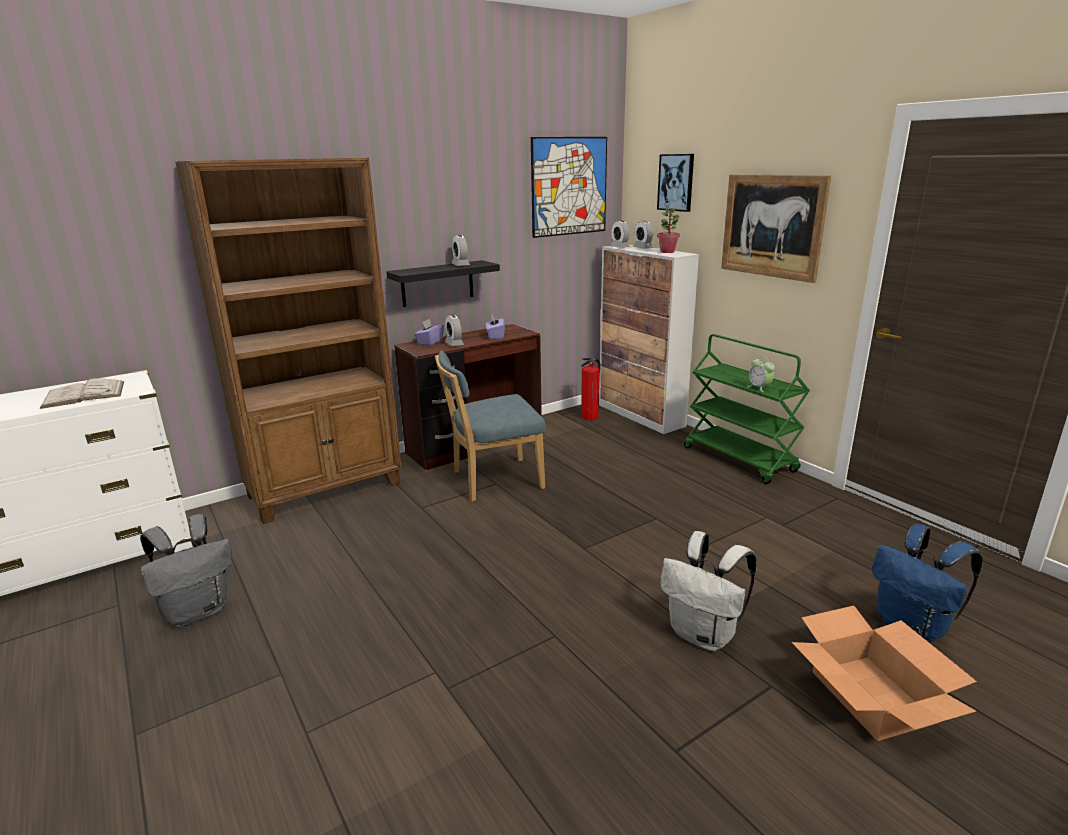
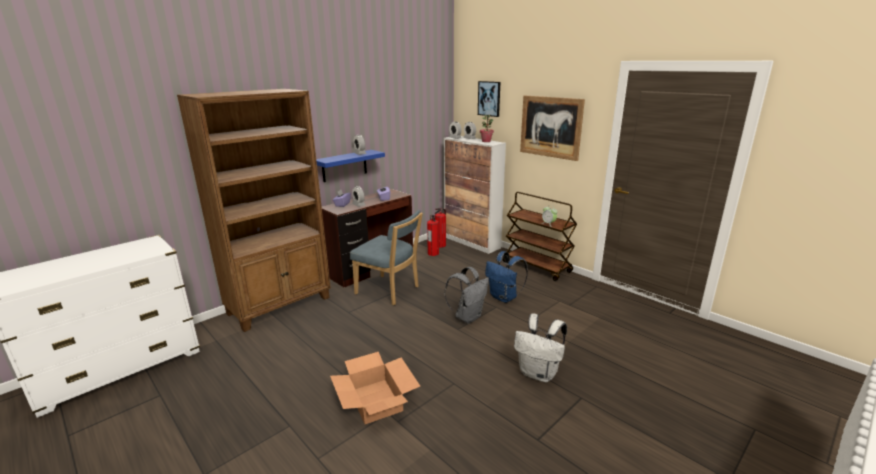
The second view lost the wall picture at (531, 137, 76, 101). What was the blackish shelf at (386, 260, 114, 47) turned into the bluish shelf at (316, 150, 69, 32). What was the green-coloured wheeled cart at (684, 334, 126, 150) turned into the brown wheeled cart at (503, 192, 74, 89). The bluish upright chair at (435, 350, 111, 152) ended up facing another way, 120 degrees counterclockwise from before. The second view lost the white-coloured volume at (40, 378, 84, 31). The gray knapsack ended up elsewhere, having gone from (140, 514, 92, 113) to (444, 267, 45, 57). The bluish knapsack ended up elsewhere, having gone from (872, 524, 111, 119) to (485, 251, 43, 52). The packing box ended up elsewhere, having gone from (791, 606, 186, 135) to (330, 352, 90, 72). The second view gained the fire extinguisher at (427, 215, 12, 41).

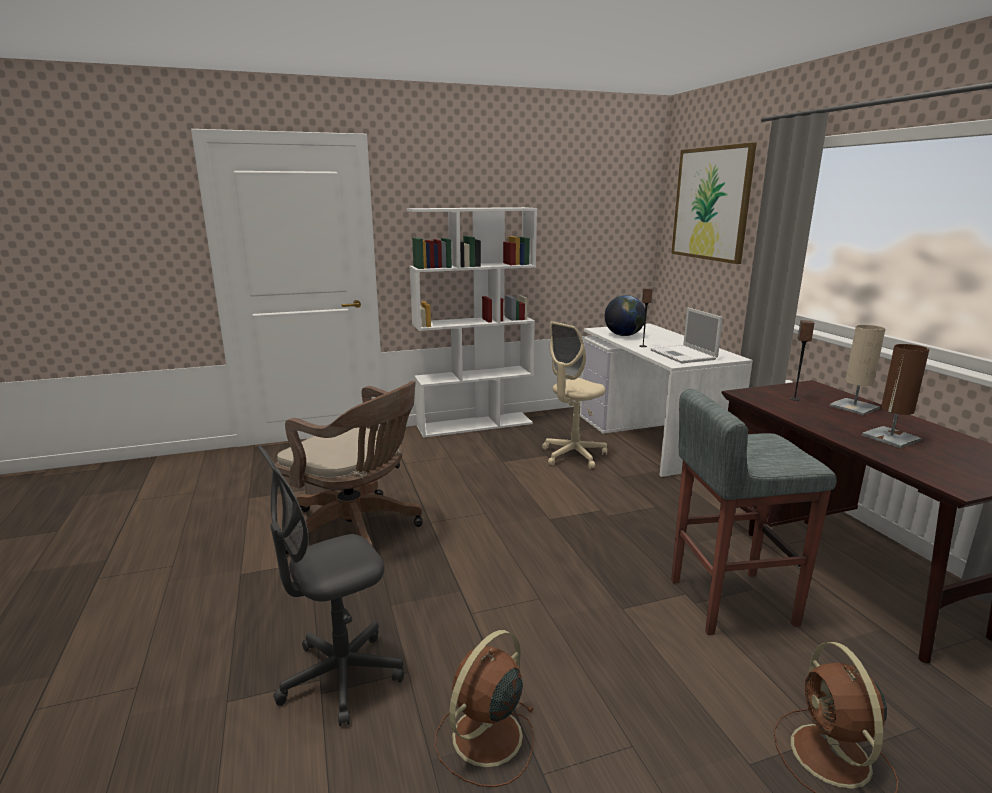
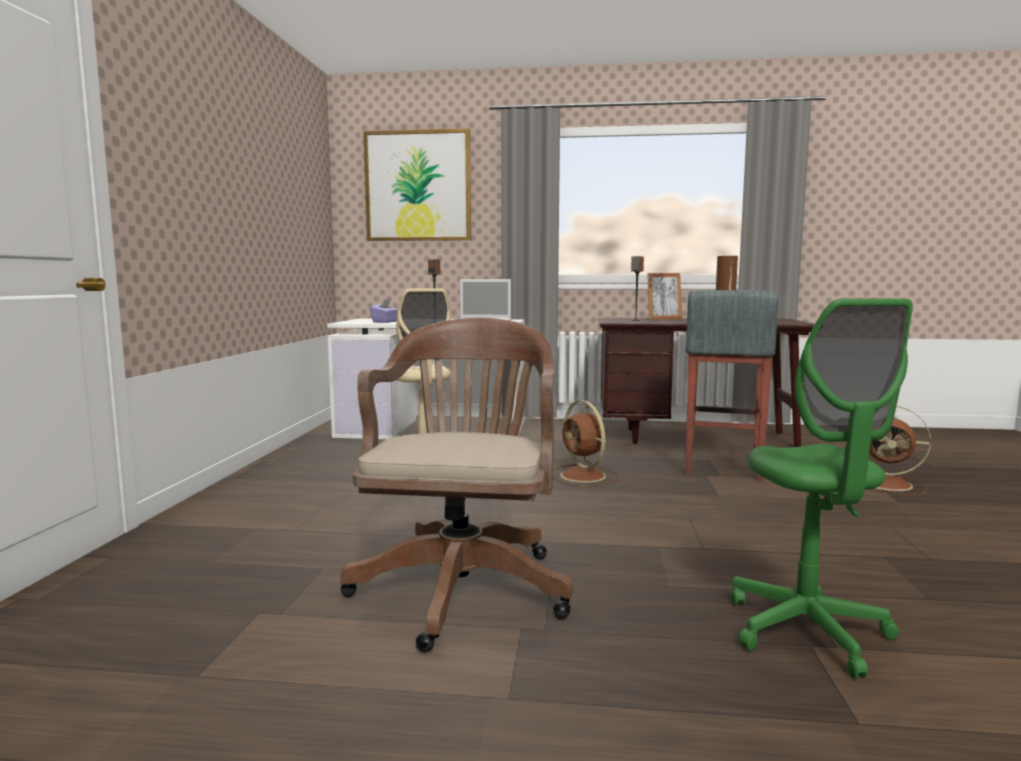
The second view lost the white-coloured bookshelf at (407, 207, 130, 231). Where the world globe stood at (605, 295, 40, 41), the purple-coloured tissue box came to stand at (370, 299, 28, 24). Where the beige-coloured tabletop lamp stood at (830, 325, 56, 90), the standing frame came to stand at (647, 273, 35, 47). The brown desk chair at (275, 381, 148, 173) ended up facing another way, 45 degrees counterclockwise from before. What was the gray desk chair at (258, 445, 146, 281) turned into the green-coloured desk chair at (731, 298, 182, 381). The brown cooling fan ended up elsewhere, having gone from (434, 630, 101, 157) to (553, 400, 67, 87).

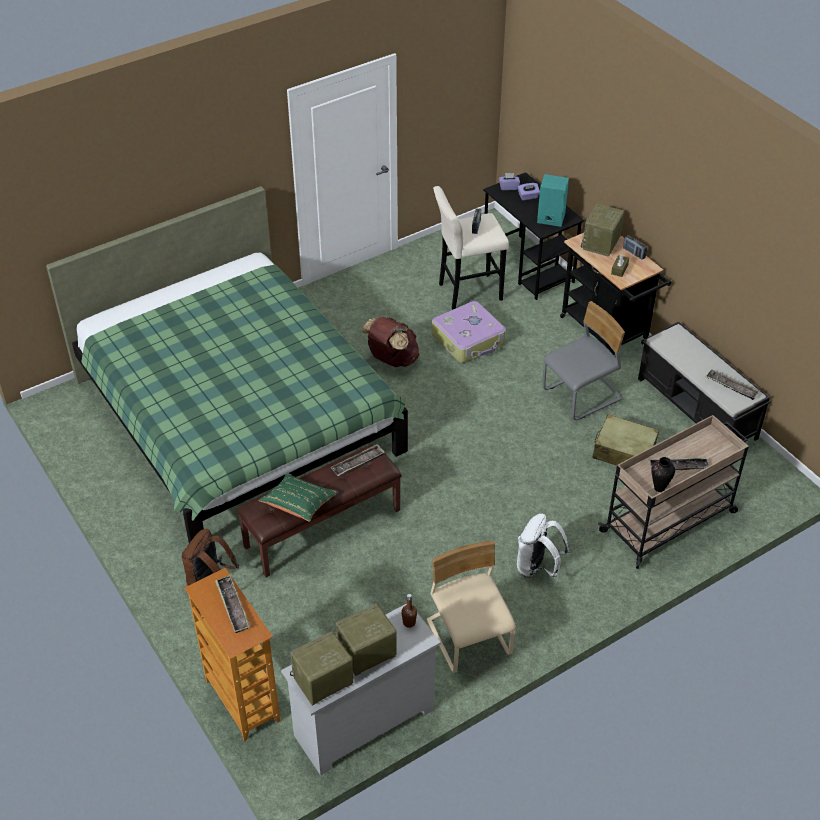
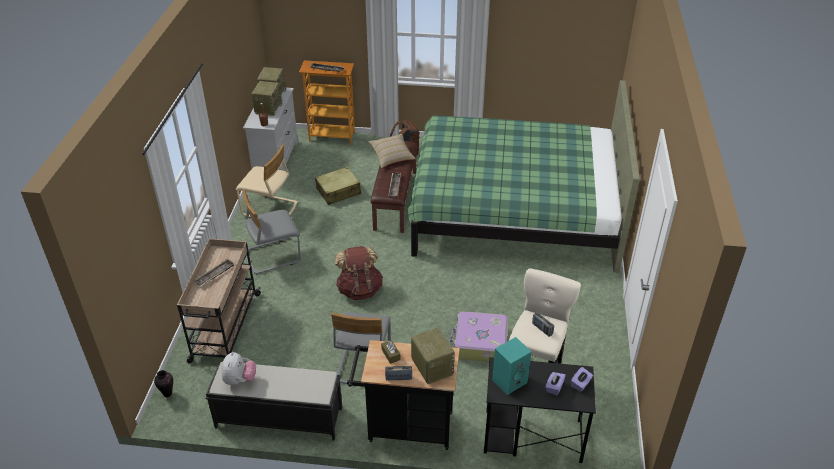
The brown knapsack ended up elsewhere, having gone from (360, 317, 59, 50) to (335, 246, 48, 54). Where the carrying tray stood at (706, 369, 54, 31), the plush toy came to stand at (222, 352, 34, 33). The beige-coloured travel case ended up elsewhere, having gone from (592, 414, 67, 52) to (315, 167, 46, 38). The flower vase ended up elsewhere, having gone from (651, 457, 24, 35) to (154, 370, 19, 27). What was the green-coloured pillow at (258, 473, 81, 49) turned into the beige-coloured pillow at (368, 134, 48, 34). Where the white-coloured knapsack stood at (517, 514, 52, 64), the gray upright chair came to stand at (242, 190, 59, 85).

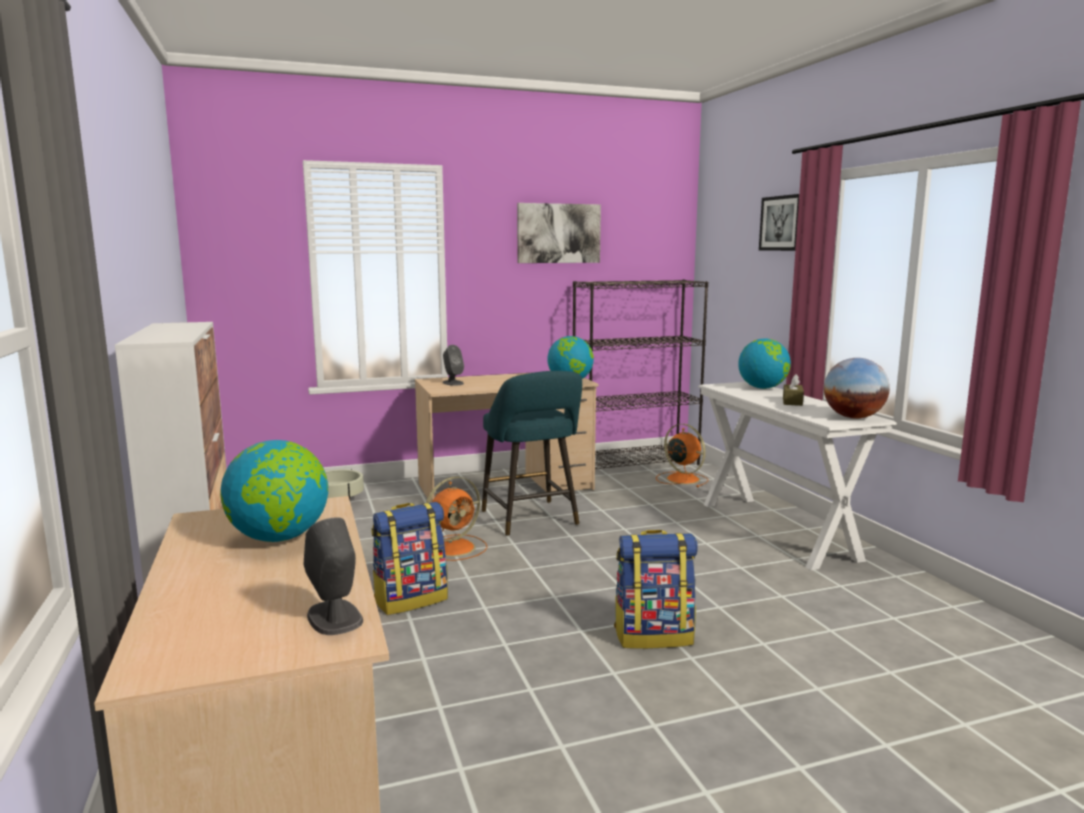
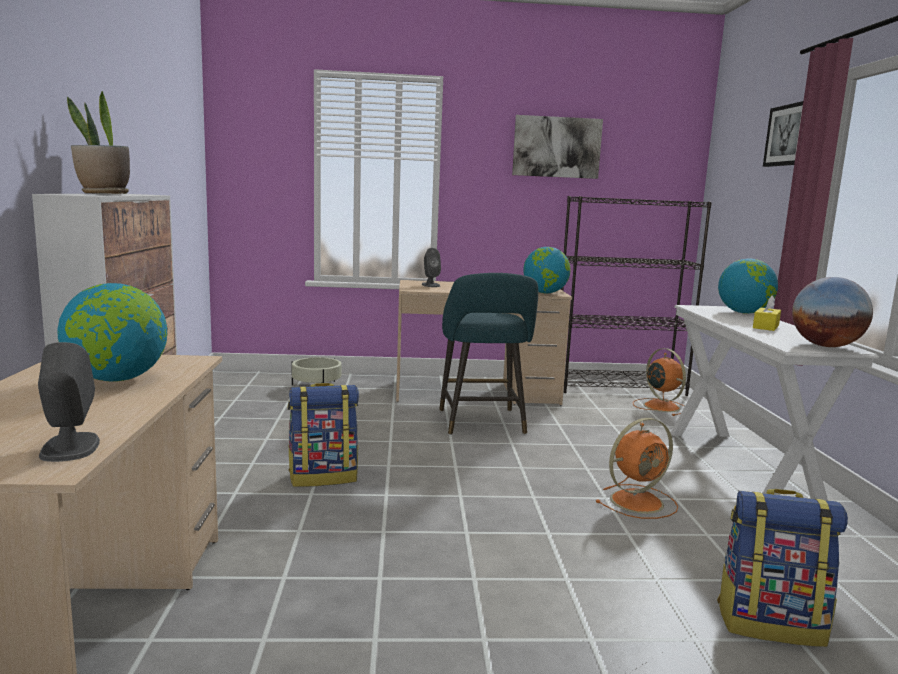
What was the brown tissue box at (783, 374, 21, 32) turned into the yellow tissue box at (753, 296, 28, 35). The orange-coloured cooling fan ended up elsewhere, having gone from (426, 477, 61, 84) to (595, 418, 83, 101). The knapsack ended up elsewhere, having gone from (614, 530, 84, 119) to (717, 489, 131, 158). The second view gained the plant in a pot at (67, 91, 63, 103).

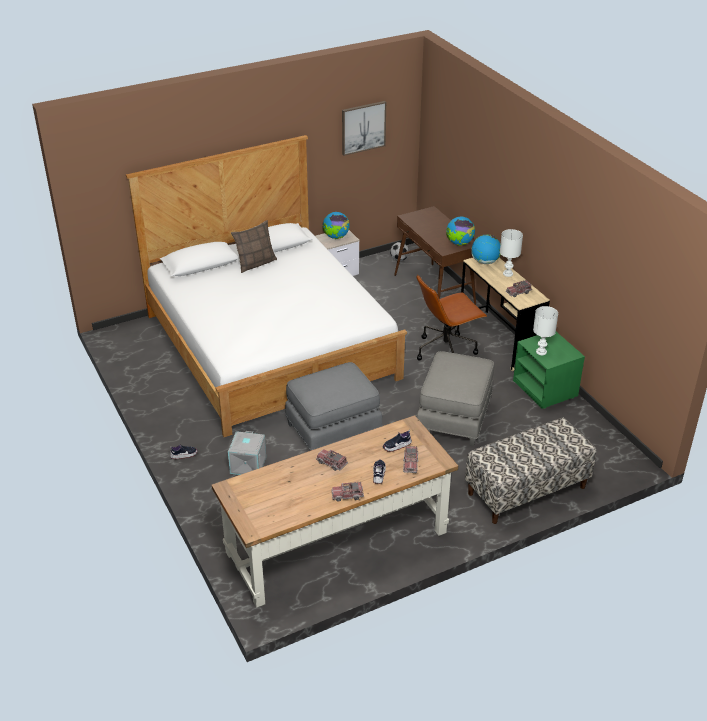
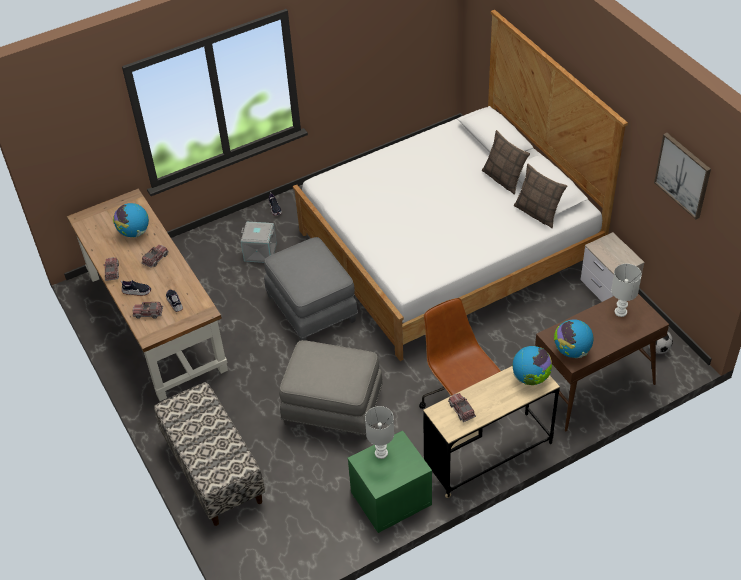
The world globe ended up elsewhere, having gone from (323, 212, 27, 27) to (113, 203, 36, 35). The white-coloured tabletop lamp ended up elsewhere, having gone from (500, 229, 23, 48) to (611, 264, 31, 53). The second view gained the pillow at (514, 164, 53, 64).

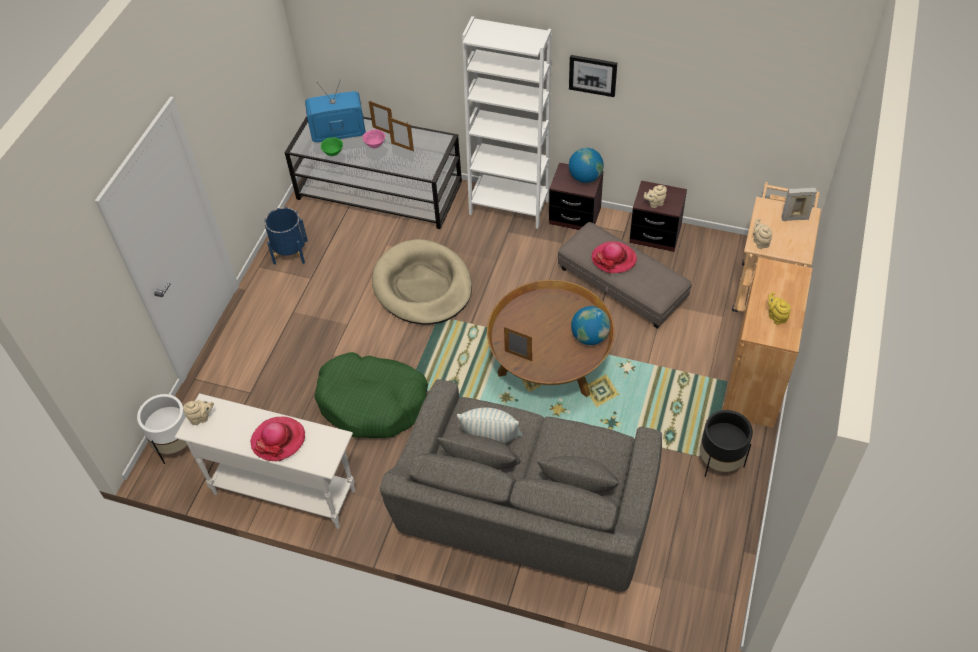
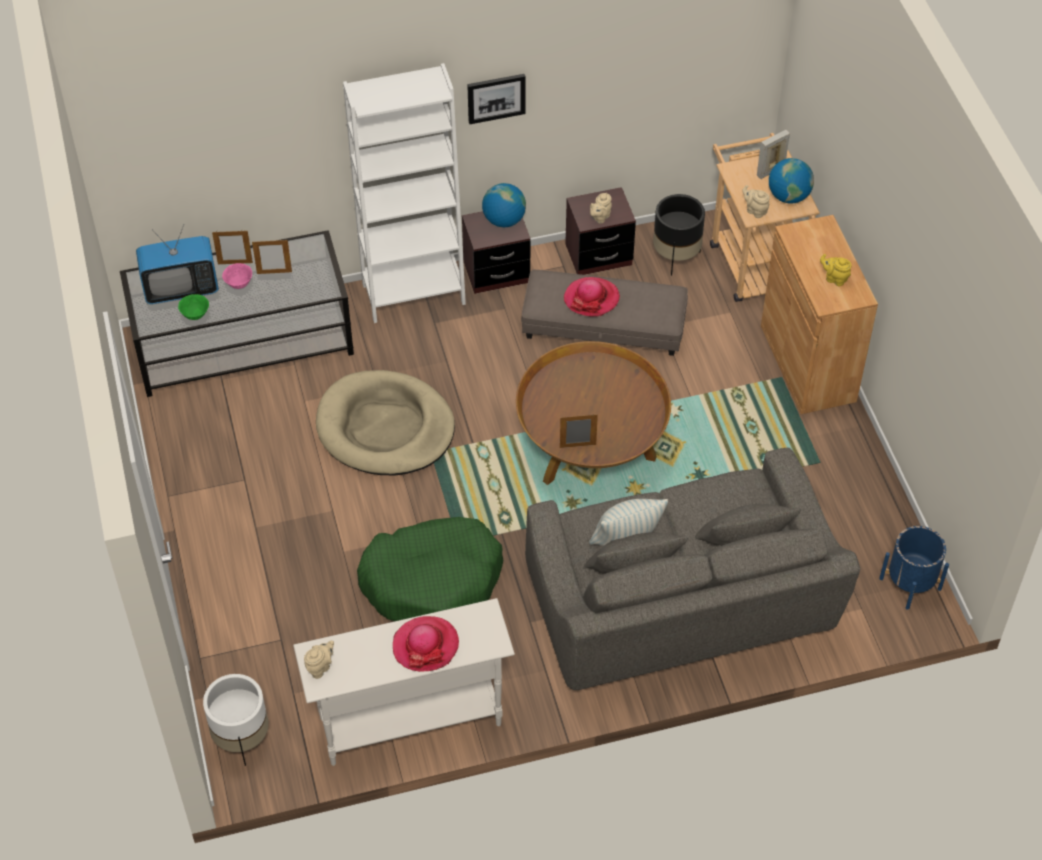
The TV set at (305, 78, 61, 64) ended up facing another way, 150 degrees counterclockwise from before. The bluish flower pot ended up elsewhere, having gone from (264, 207, 44, 57) to (879, 526, 70, 84). The world globe ended up elsewhere, having gone from (571, 306, 39, 39) to (769, 158, 45, 46). The blackish flower pot ended up elsewhere, having gone from (700, 410, 53, 67) to (653, 194, 52, 82).

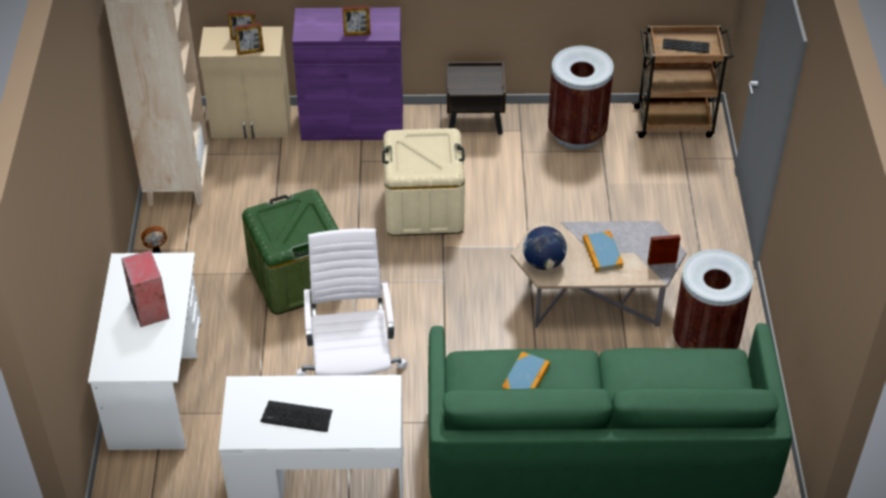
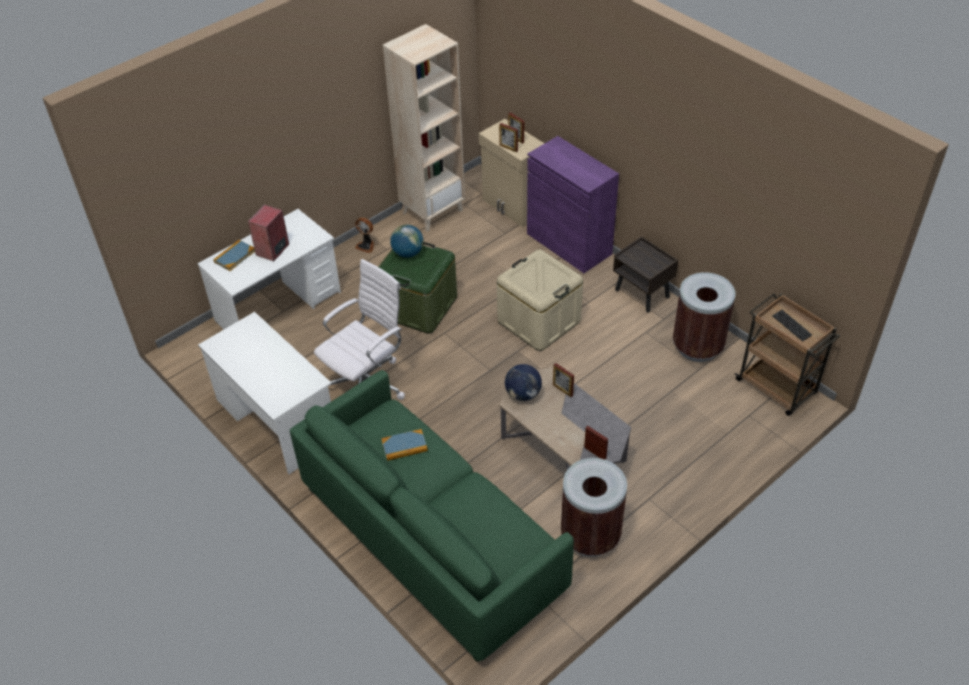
The standing frame ended up elsewhere, having gone from (342, 6, 29, 30) to (553, 363, 21, 34). The volume ended up elsewhere, having gone from (583, 231, 41, 41) to (213, 240, 42, 31). The second view lost the PC keyboard at (260, 401, 72, 31). The second view gained the world globe at (390, 224, 33, 34).

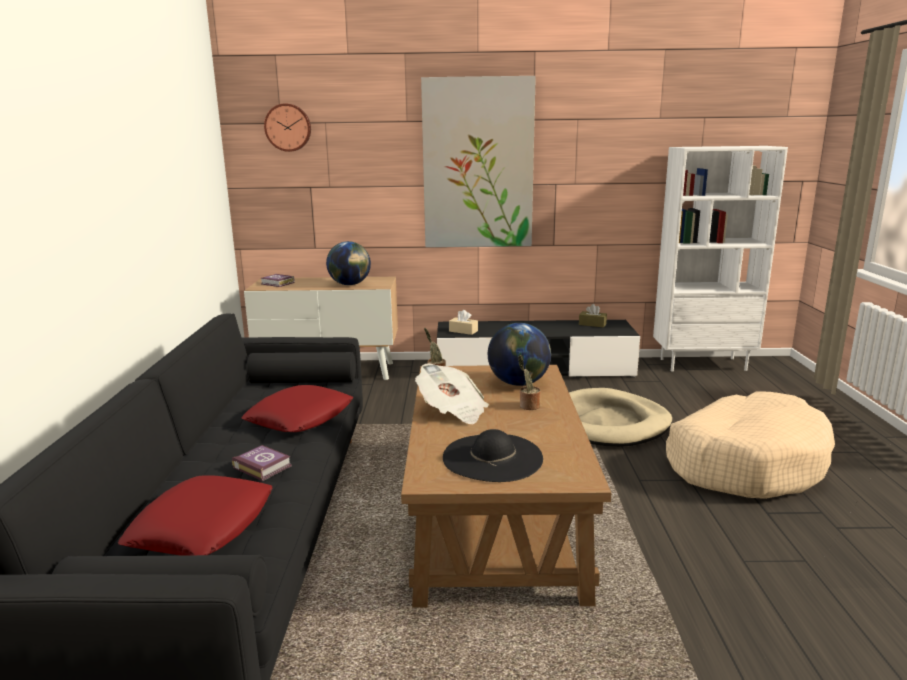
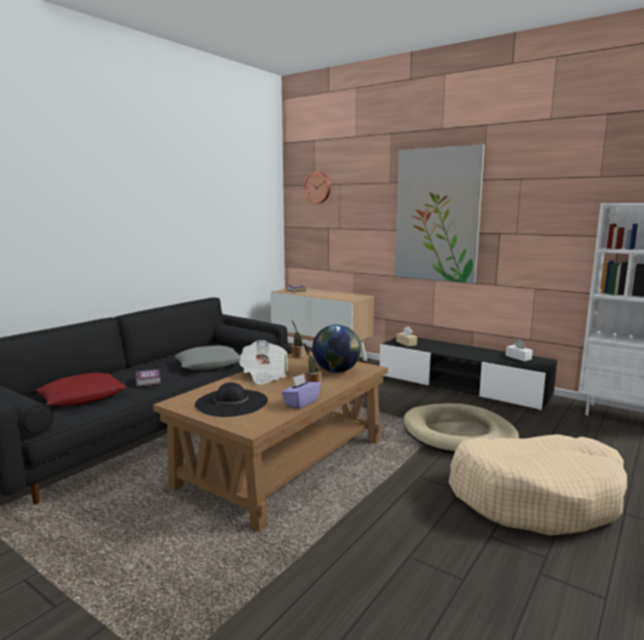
The second view lost the world globe at (326, 241, 45, 44). What was the brown tissue box at (579, 304, 28, 24) turned into the white-coloured tissue box at (506, 339, 27, 22). What was the red-coloured pillow at (241, 385, 112, 47) turned into the gray pillow at (175, 345, 66, 25). The second view gained the purple-coloured tissue box at (281, 374, 40, 35).

